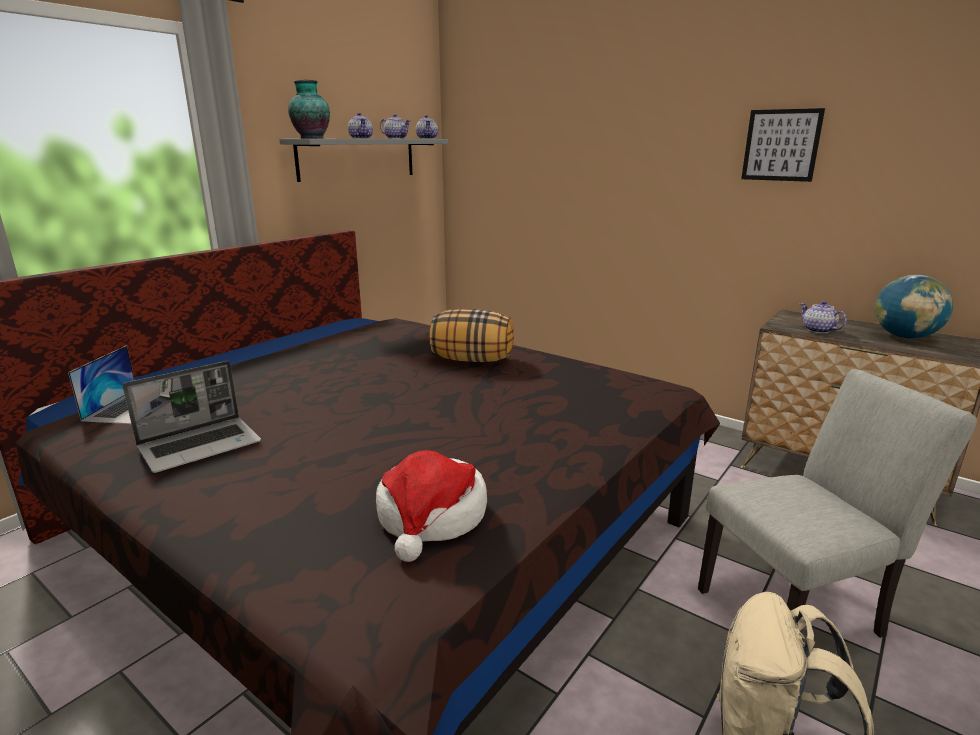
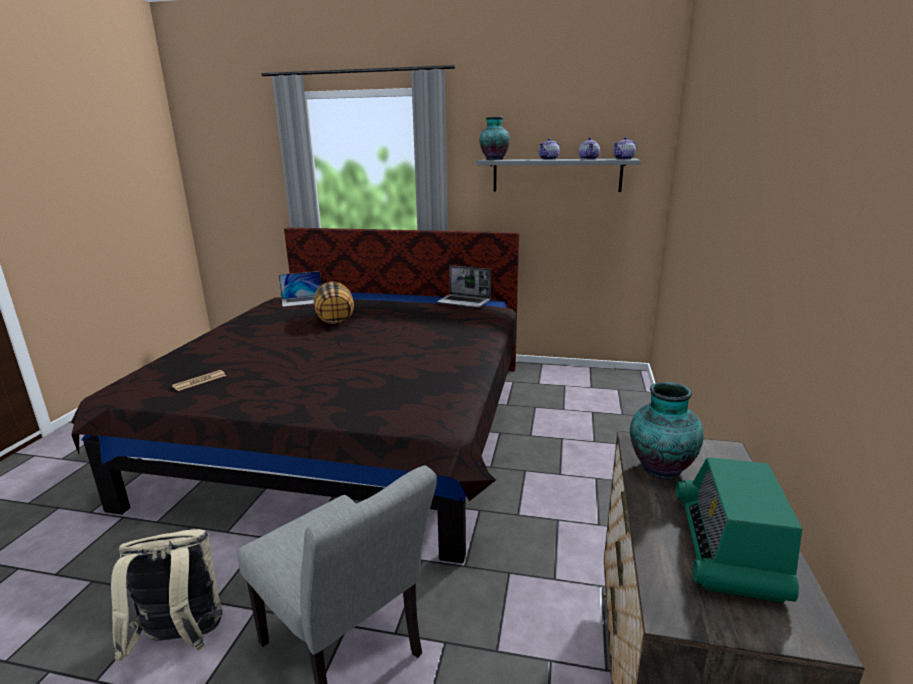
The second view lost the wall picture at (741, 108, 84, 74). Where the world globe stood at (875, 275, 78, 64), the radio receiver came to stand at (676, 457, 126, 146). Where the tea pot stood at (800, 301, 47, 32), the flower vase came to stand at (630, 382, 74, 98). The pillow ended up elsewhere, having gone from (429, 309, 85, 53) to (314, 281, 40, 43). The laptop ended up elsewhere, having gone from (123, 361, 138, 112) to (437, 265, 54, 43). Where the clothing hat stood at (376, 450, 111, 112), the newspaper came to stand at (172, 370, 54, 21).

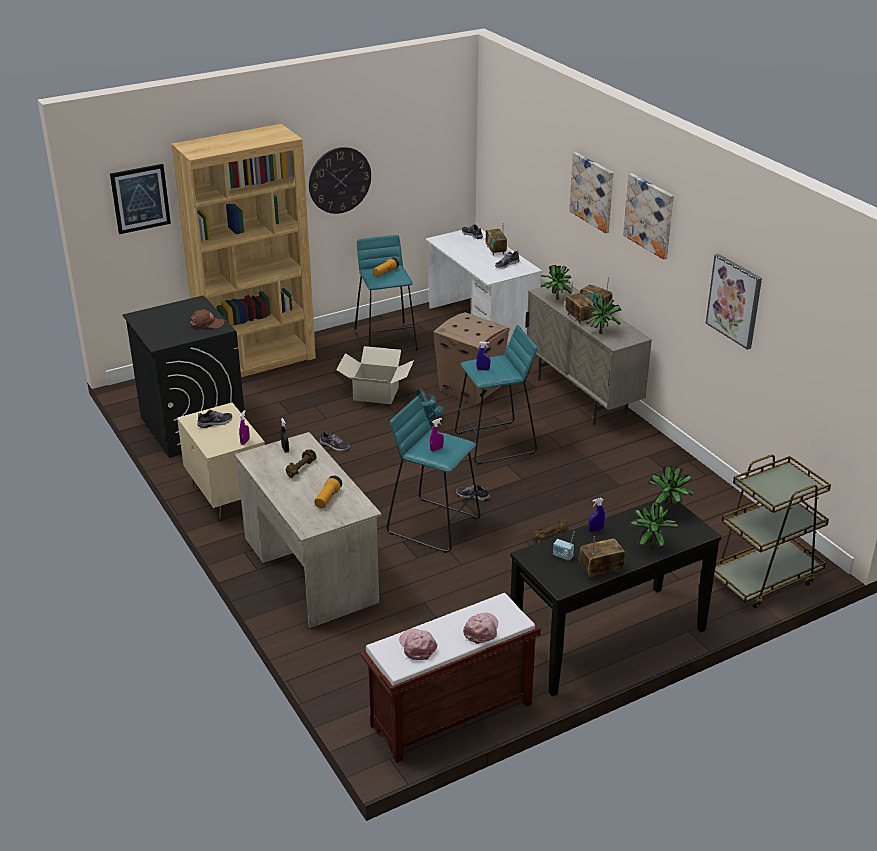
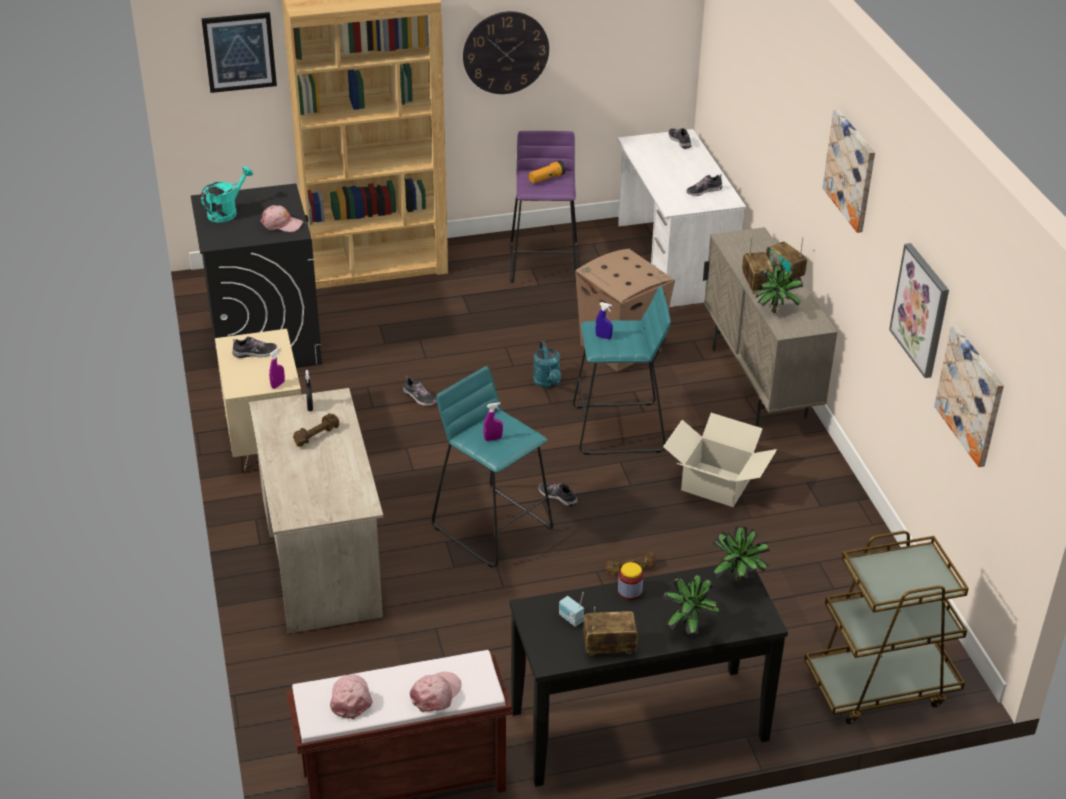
The wall picture ended up elsewhere, having gone from (569, 152, 45, 81) to (934, 326, 70, 141). The second view lost the radio receiver at (486, 223, 21, 33). What was the blue-green stool at (354, 235, 64, 116) turned into the purple-coloured stool at (510, 131, 69, 152). The second view lost the plant in a pot at (540, 265, 32, 35). What was the brown baseball cap at (190, 309, 35, 20) turned into the pink-coloured baseball cap at (260, 205, 43, 27). The packing box ended up elsewhere, having gone from (336, 346, 78, 58) to (663, 413, 114, 94). The second view lost the torch at (315, 475, 27, 33). Where the bluish spray bottle stood at (589, 498, 16, 35), the preserve jar came to stand at (618, 562, 25, 38). The second view gained the blue-green watering pot at (201, 166, 52, 57).

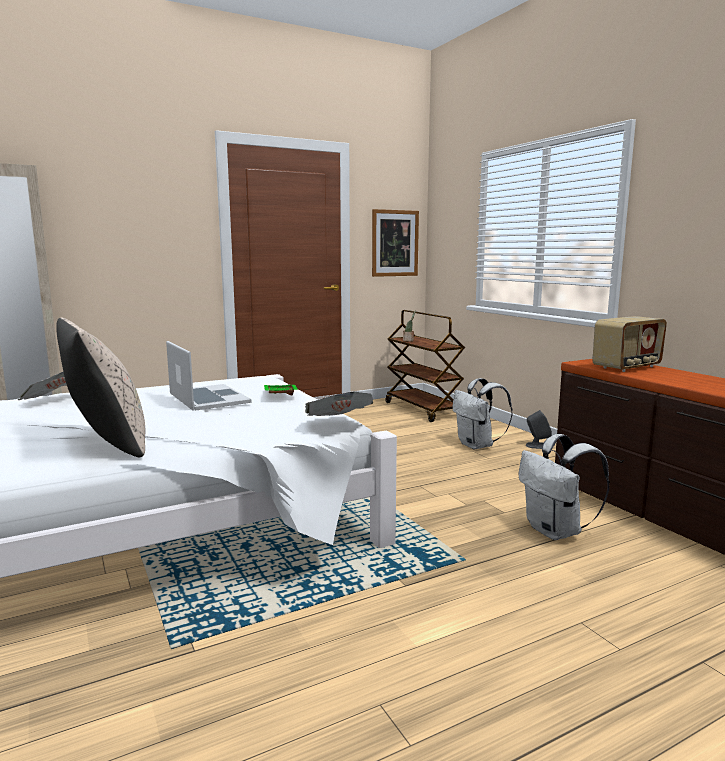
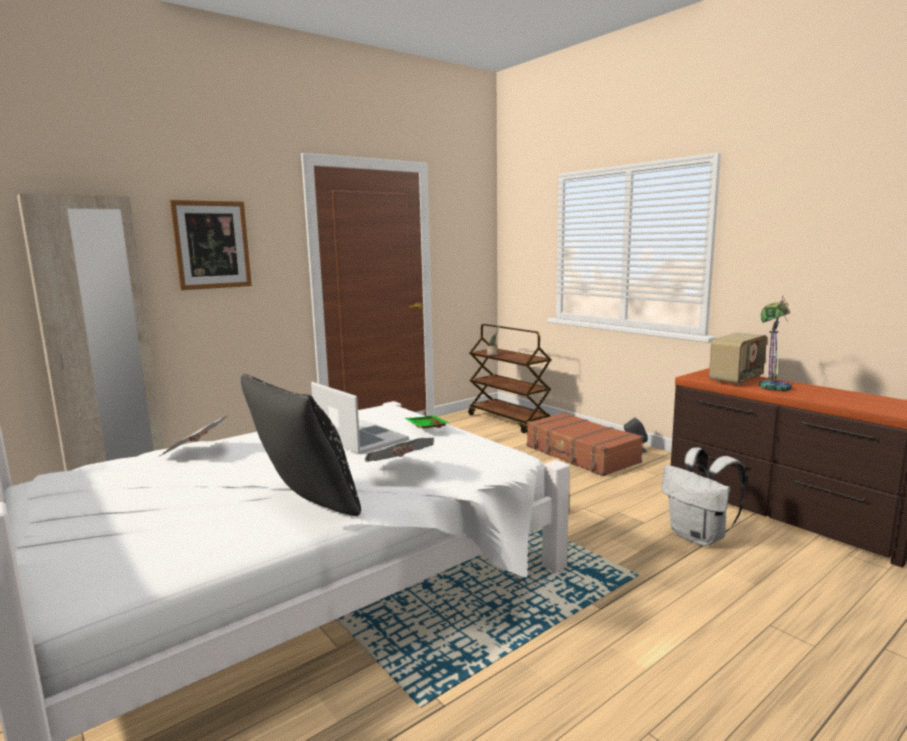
The wall picture ended up elsewhere, having gone from (372, 209, 47, 68) to (170, 200, 82, 90). What was the beige-coloured pillow at (56, 317, 89, 140) turned into the blackish pillow at (241, 374, 120, 142). Where the white-coloured knapsack stood at (453, 378, 60, 72), the brown travel case came to stand at (527, 412, 116, 64). The newspaper ended up elsewhere, having gone from (305, 392, 69, 24) to (365, 438, 70, 24). The second view gained the tabletop lamp at (759, 296, 33, 95).

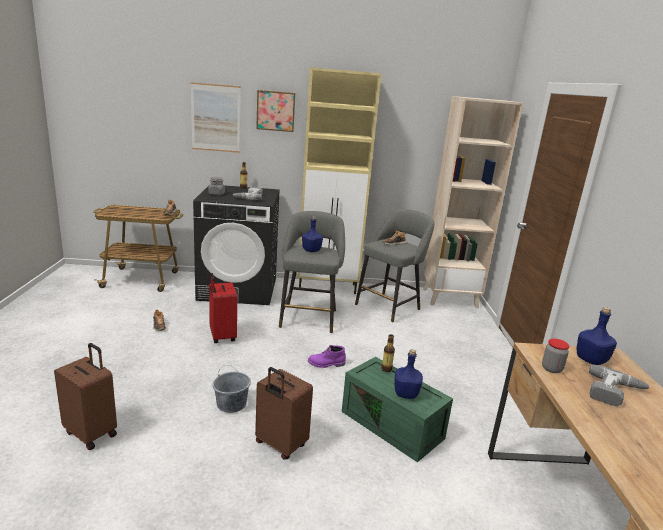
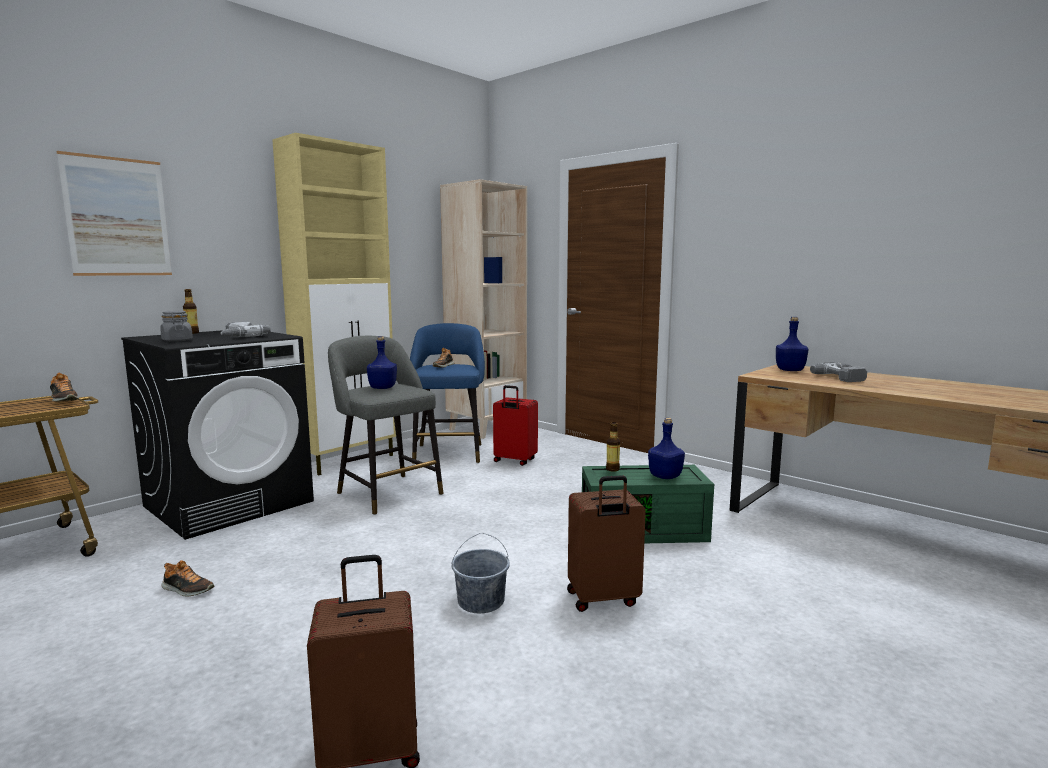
The second view lost the wall picture at (256, 90, 39, 42). What was the gray stool at (355, 209, 79, 113) turned into the bluish stool at (410, 323, 75, 141). The red-coloured travel case ended up elsewhere, having gone from (209, 273, 28, 70) to (493, 385, 45, 81). The second view lost the preserve jar at (542, 339, 28, 34). The second view lost the purple-coloured high-top boot at (308, 345, 38, 23).

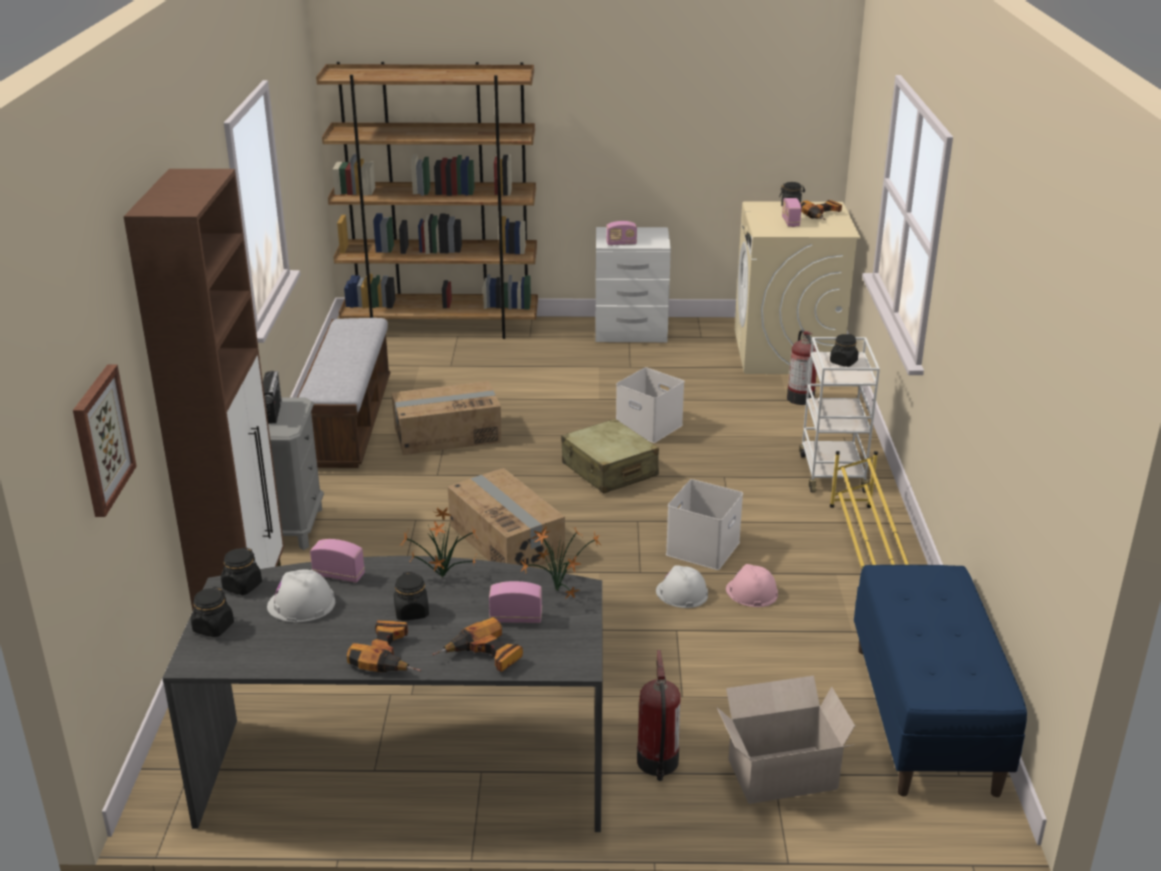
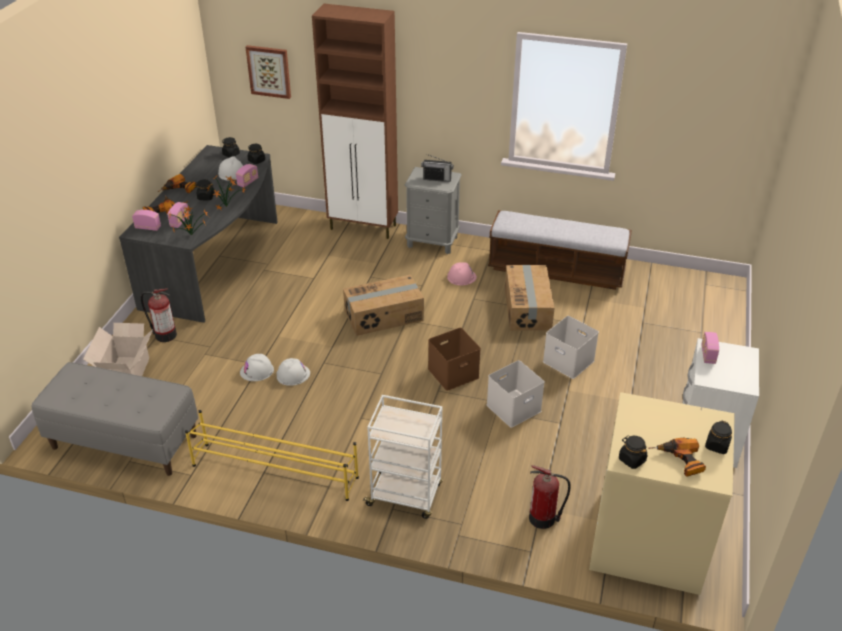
The second view lost the brown bookshelf at (316, 62, 222, 277). The radio receiver ended up elsewhere, having gone from (782, 198, 19, 29) to (132, 210, 29, 21). The blackish preserve jar ended up elsewhere, having gone from (830, 334, 29, 33) to (619, 436, 28, 33). Where the beige-coloured travel case stood at (561, 419, 98, 75), the brown storage box came to stand at (428, 328, 53, 63). The white-coloured storage box ended up elsewhere, having gone from (666, 479, 77, 91) to (543, 316, 56, 63). The pink-coloured hard hat ended up elsewhere, having gone from (726, 564, 52, 43) to (447, 262, 30, 23). What was the bluish long seat at (854, 565, 173, 232) turned into the gray long seat at (31, 362, 167, 114). The second view gained the white-coloured hard hat at (240, 354, 34, 27).

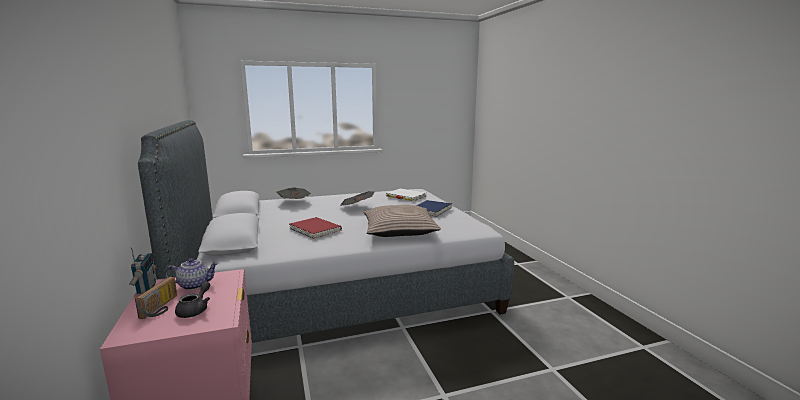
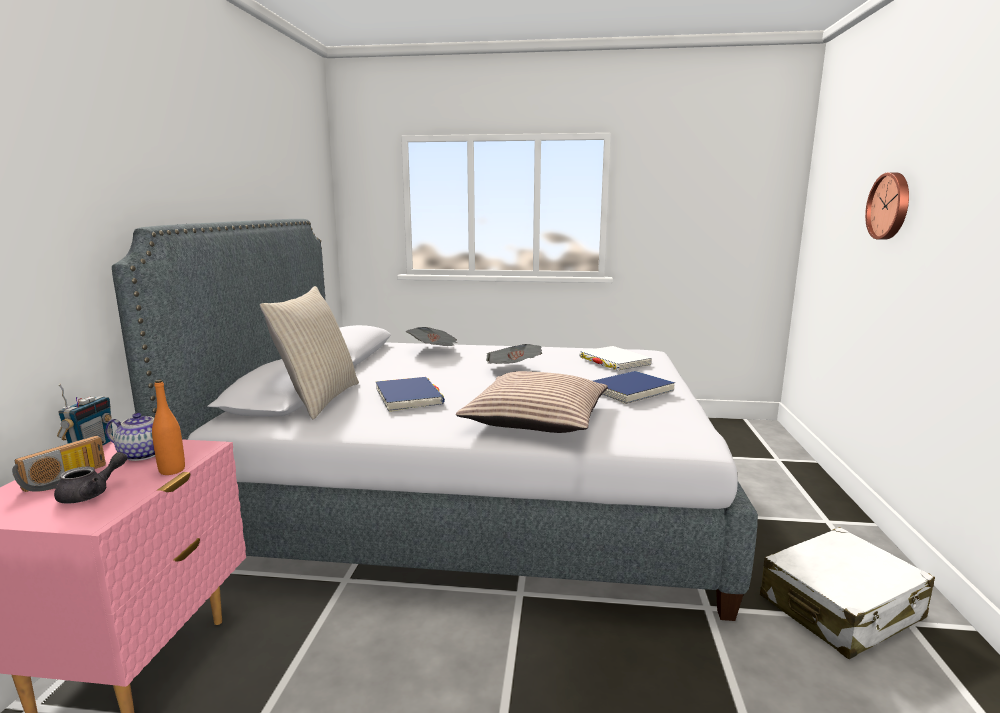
What was the red-coloured volume at (290, 217, 52, 22) turned into the bluish volume at (376, 377, 69, 35). The second view gained the clock on the wall at (865, 172, 44, 68). The second view gained the beige-coloured pillow at (260, 286, 99, 133). The second view gained the orange-coloured drink bottle at (152, 379, 33, 96). The second view gained the white-coloured travel case at (760, 527, 175, 132).

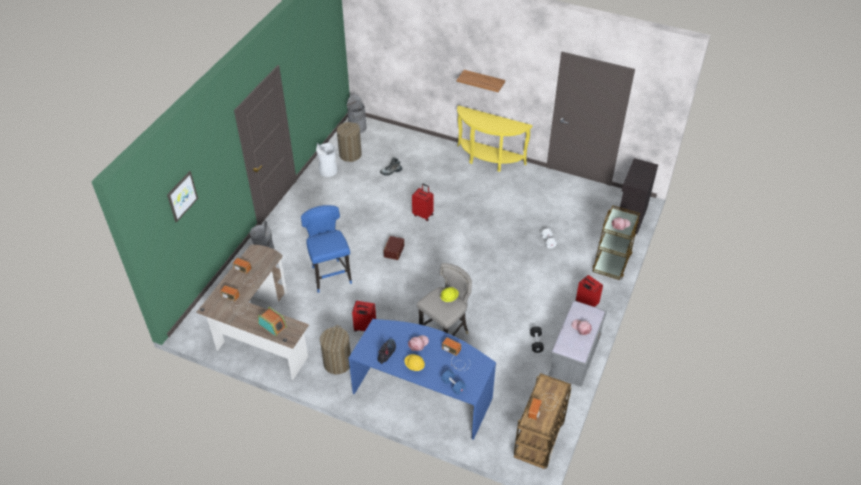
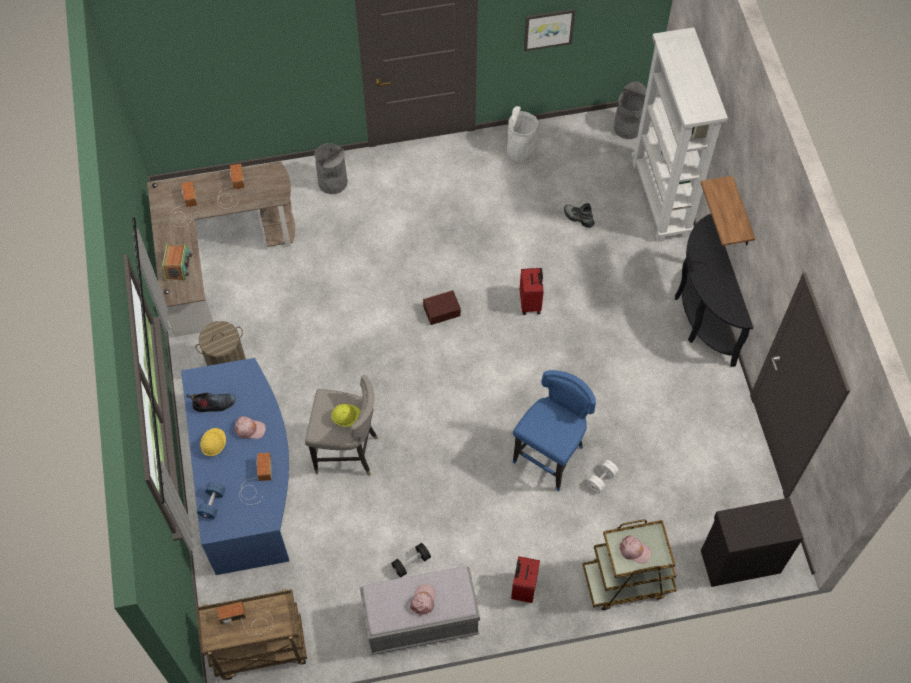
What was the yellow narrow table at (457, 105, 76, 67) turned into the blackish narrow table at (675, 214, 78, 153). The second view lost the laundry basket at (337, 122, 25, 40). The wall picture ended up elsewhere, having gone from (167, 171, 31, 52) to (524, 9, 51, 42). The bluish stool ended up elsewhere, having gone from (301, 205, 51, 88) to (513, 370, 83, 121). The second view lost the red-coloured travel case at (352, 301, 24, 31). The second view gained the white-coloured bookshelf at (632, 27, 96, 215).

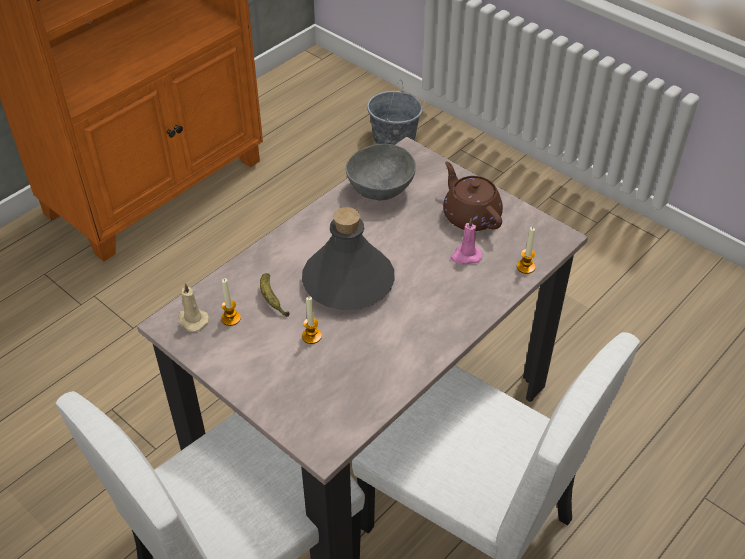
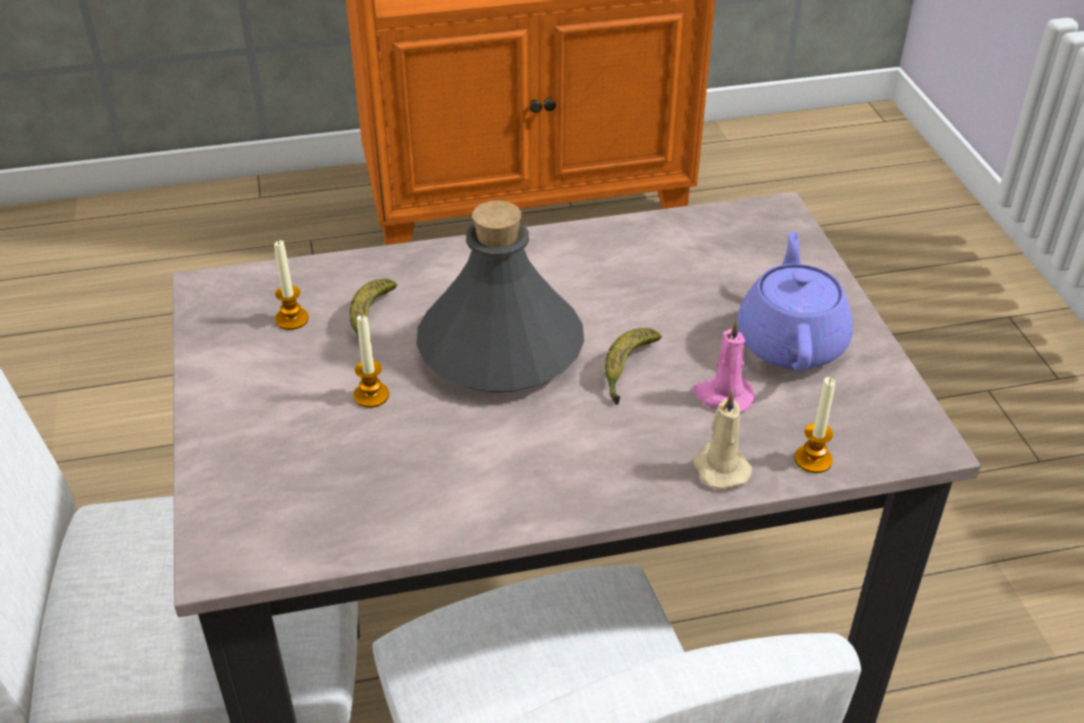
The second view lost the gray water bucket at (367, 80, 56, 65). The second view lost the gray bowl at (346, 144, 70, 56). What was the brown tea pot at (443, 161, 60, 70) turned into the purple-coloured tea pot at (737, 231, 116, 140). The beige-coloured wax light ended up elsewhere, having gone from (178, 283, 31, 49) to (693, 390, 59, 100). The second view gained the whole banana at (604, 328, 58, 77).

